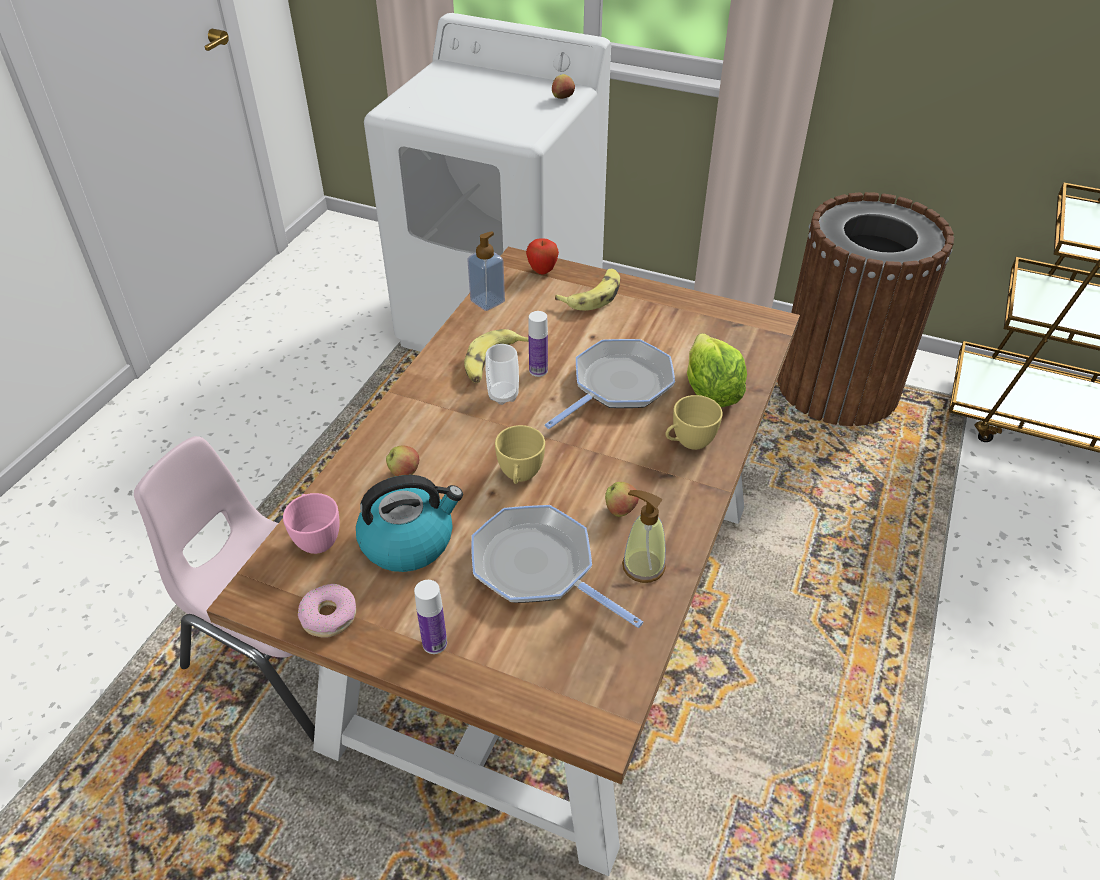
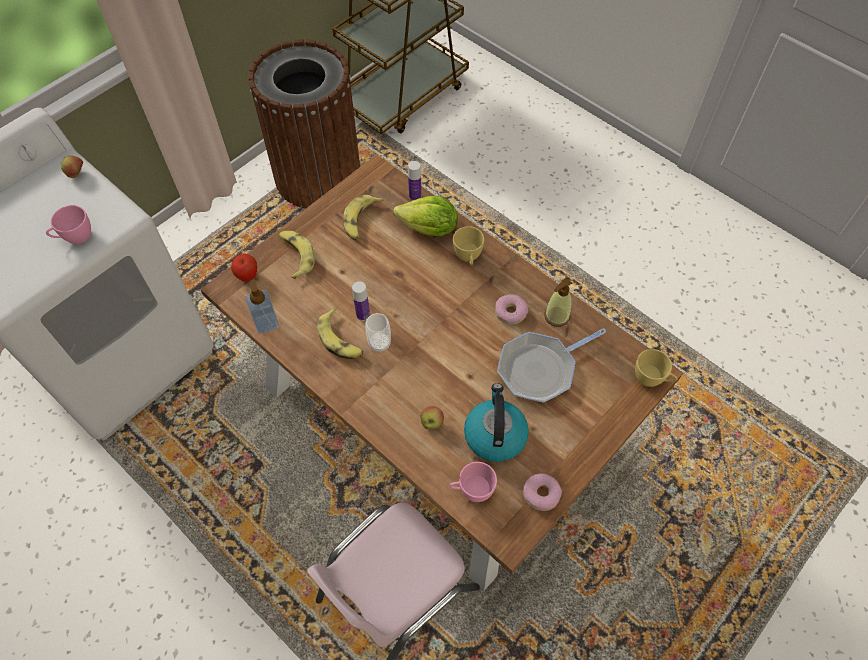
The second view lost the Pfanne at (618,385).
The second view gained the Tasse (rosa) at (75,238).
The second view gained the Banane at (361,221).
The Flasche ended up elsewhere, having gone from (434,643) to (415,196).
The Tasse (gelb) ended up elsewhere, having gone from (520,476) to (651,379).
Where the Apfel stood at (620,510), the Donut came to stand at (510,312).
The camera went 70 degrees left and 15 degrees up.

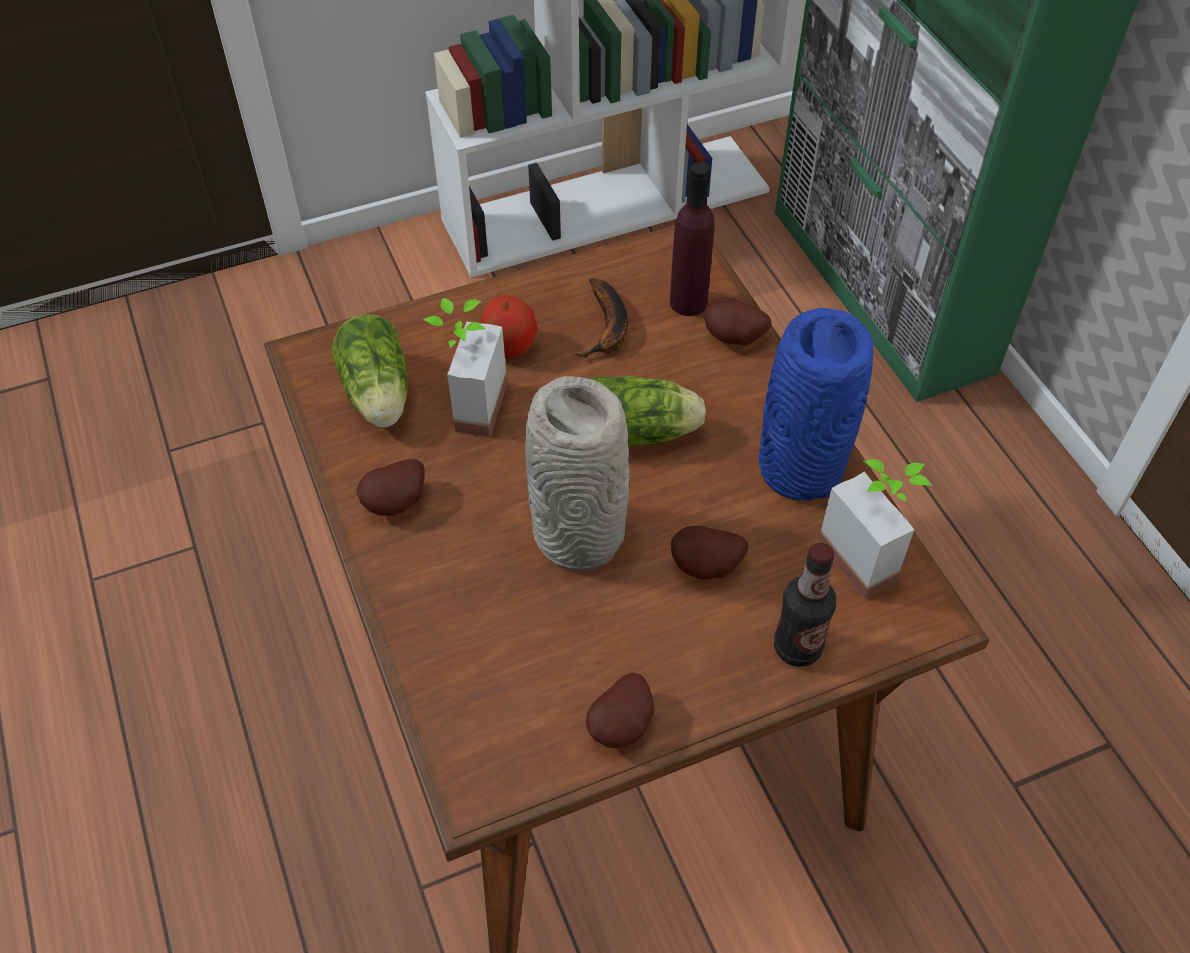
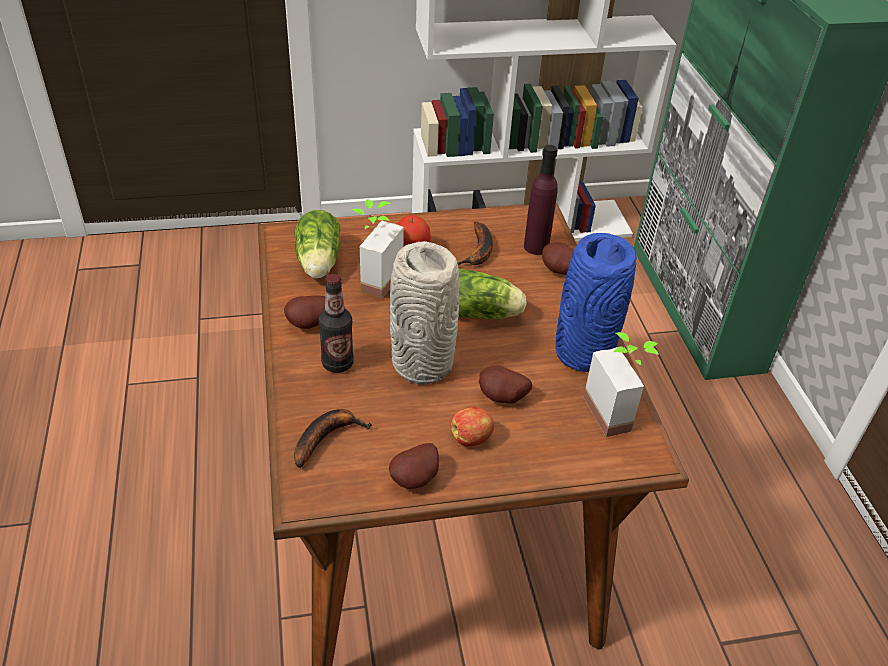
The second view gained the Banane at (326,437).
The second view gained the Apfel at (471,438).
The Flasche ended up elsewhere, having gone from (797,647) to (337,363).
The camera went 10 degrees right and 10 degrees down.

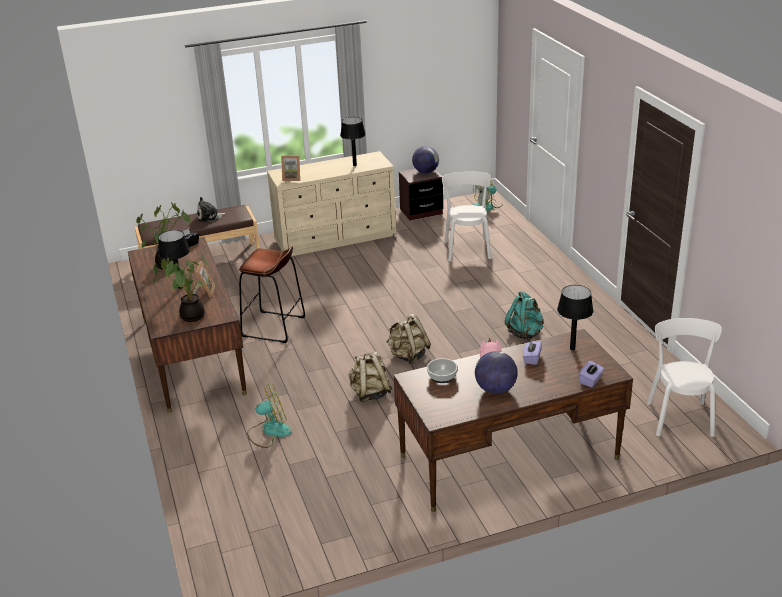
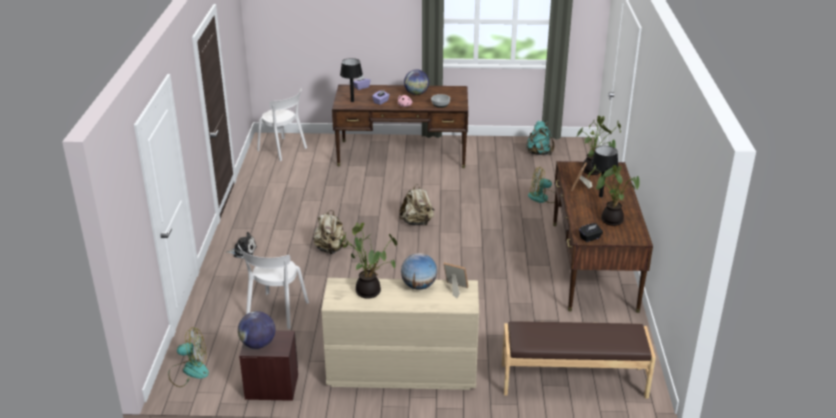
The second view lost the Hocker (braun) at (273,327).
The second view gained the Globus at (418,286).
The Plüschtier ended up elsewhere, having gone from (209,217) to (243,251).
The Rucksack (beige) ended up elsewhere, having gone from (370,393) to (330,249).
The Rucksack (türkis) ended up elsewhere, having gone from (525,333) to (539,153).
Where the Tischlampe (schwarz) stood at (355,165), the Topfpflanze came to stand at (369,291).
The Stuhl (weiß) at (679,416) ended up facing another way, 75 degrees counterclockwise from before.
The camera went 160 degrees left and 0 degrees up.

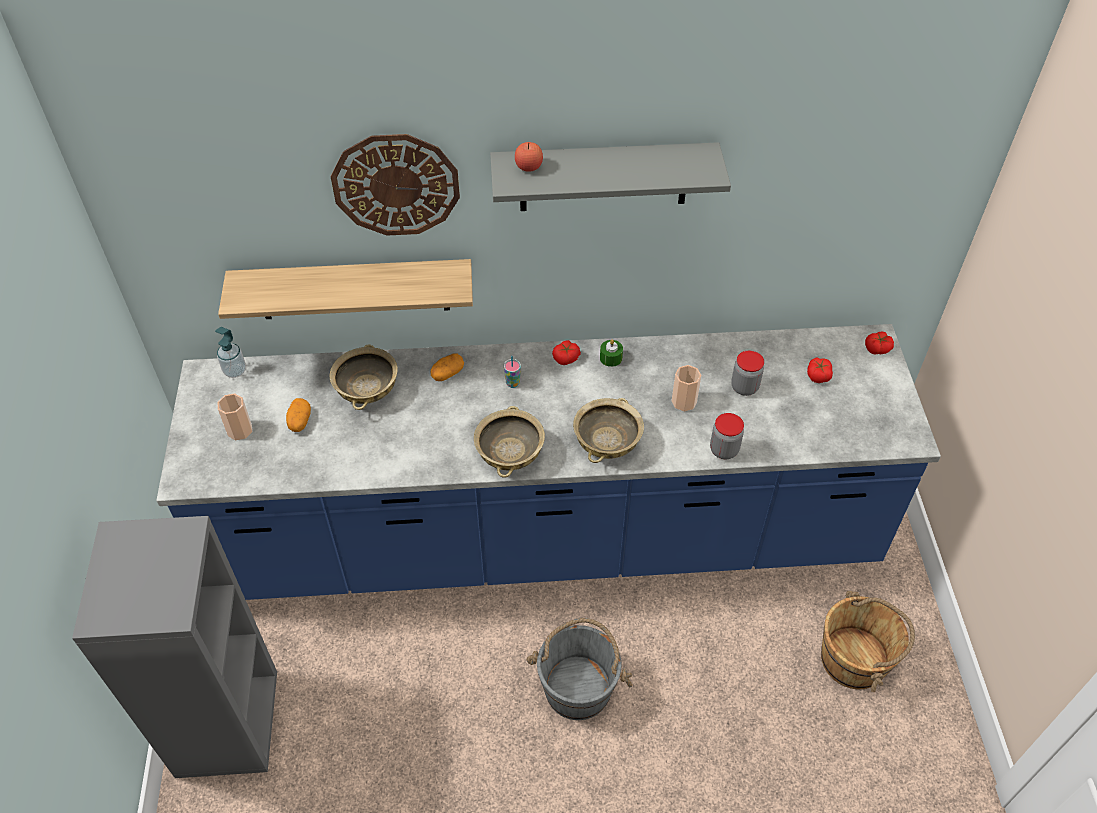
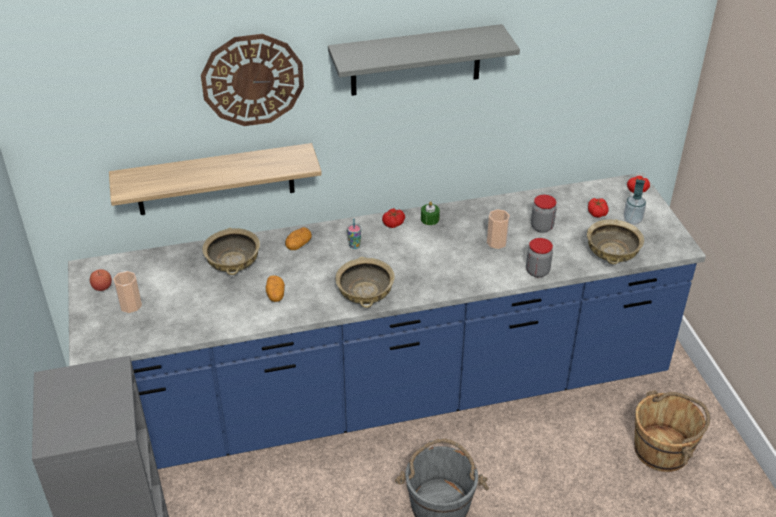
The Seifenspender ended up elsewhere, having gone from (235,371) to (632,220).
The Kartoffel ended up elsewhere, having gone from (299,421) to (275,295).
The Apfel ended up elsewhere, having gone from (528,167) to (102,287).
The Schüssel (beige) ended up elsewhere, having gone from (607,442) to (612,254).
The camera went 10 degrees left and 10 degrees down.

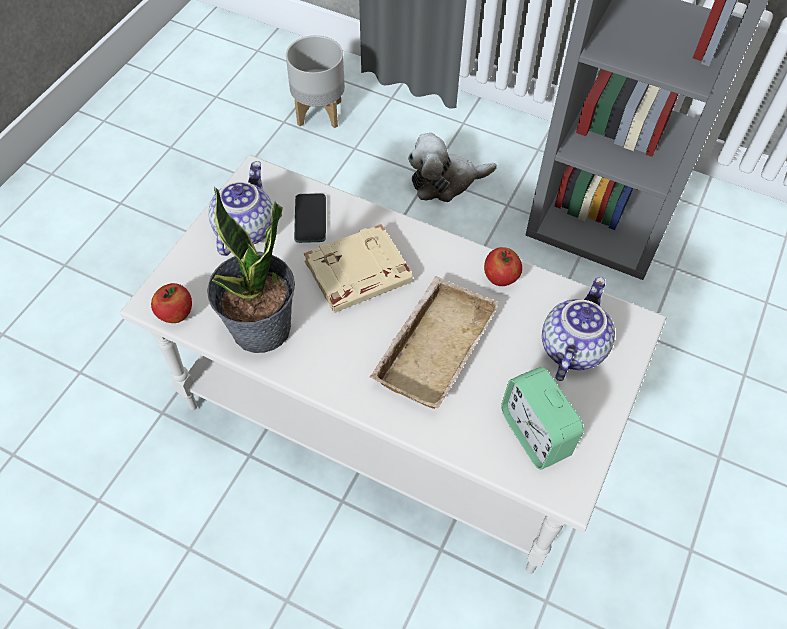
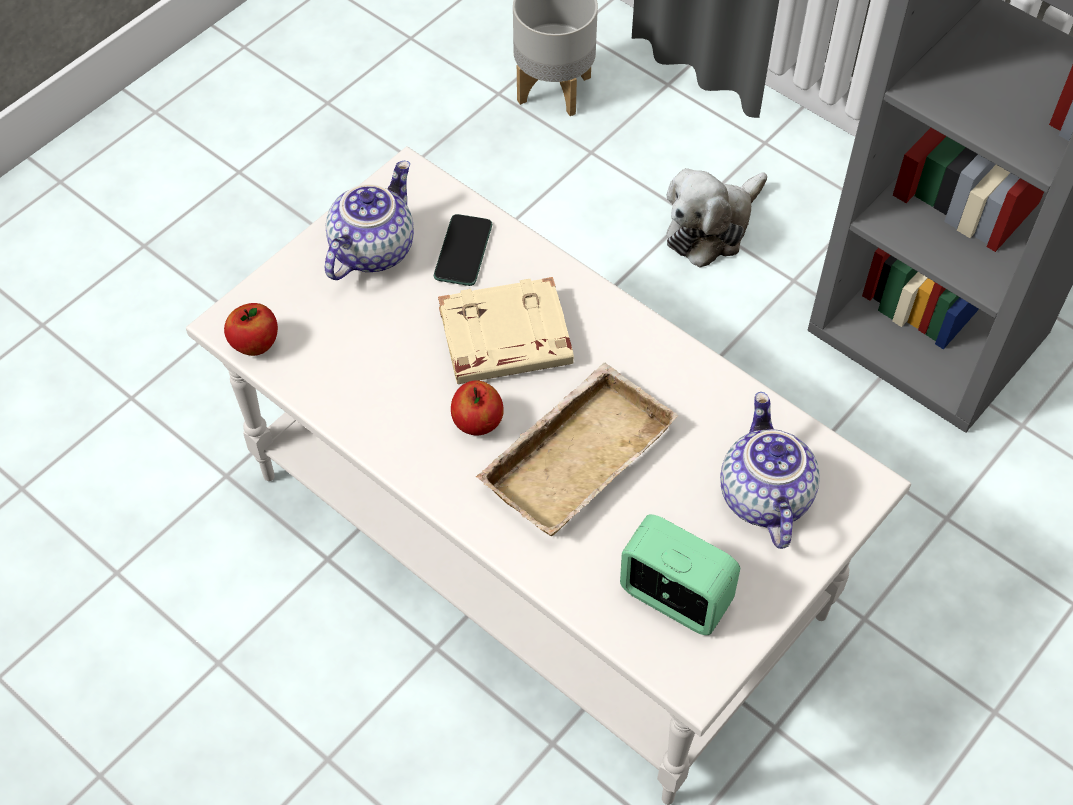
The second view lost the Topfpflanze at (261,329).
The Apfel ended up elsewhere, having gone from (500,278) to (477,423).
The Plüschtier at (445,181) ended up facing another way, 45 degrees counterclockwise from before.
The Wecker at (535,434) ended up facing another way, 135 degrees clockwise from before.
The Teekanne at (571,347) ended up facing another way, 45 degrees counterclockwise from before.
The camera went 15 degrees right and 0 degrees up.

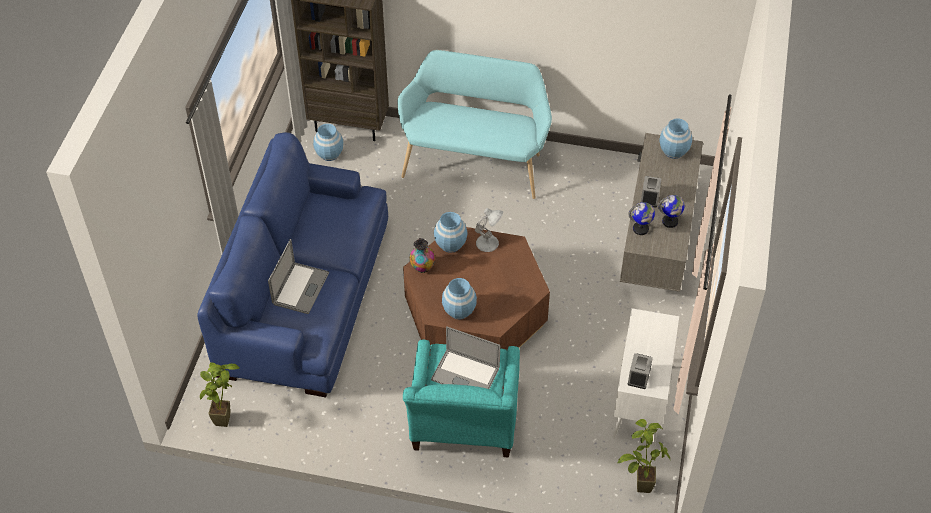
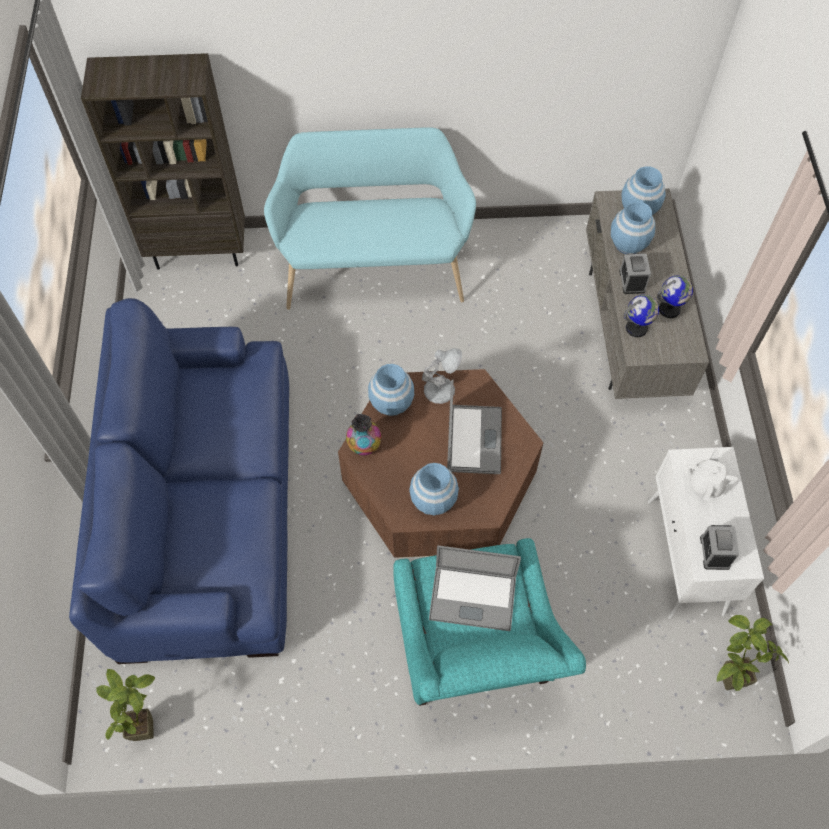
The second view gained the Teekanne (weiß) at (706,483).
The Laptop ended up elsewhere, having gone from (300,288) to (474,439).
The Vase (blau) ended up elsewhere, having gone from (329,154) to (628,243).
The camera went 15 degrees left and 10 degrees up.

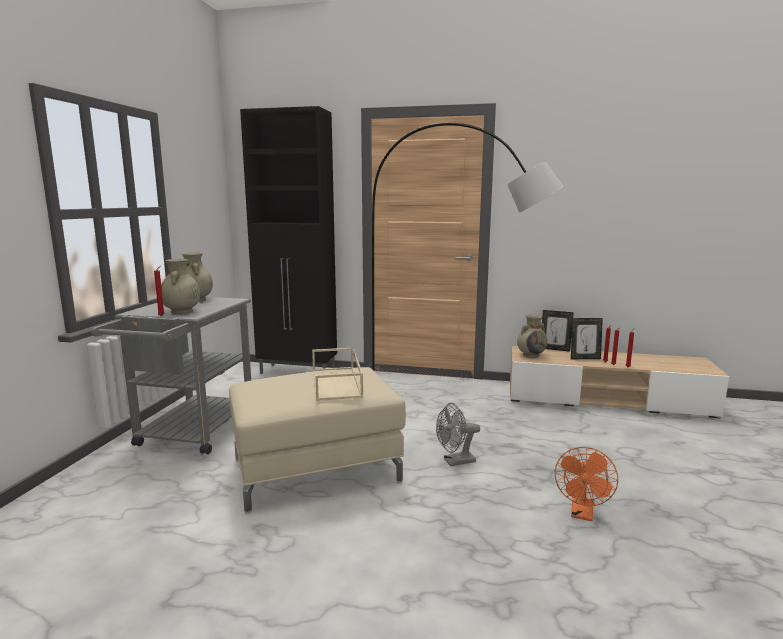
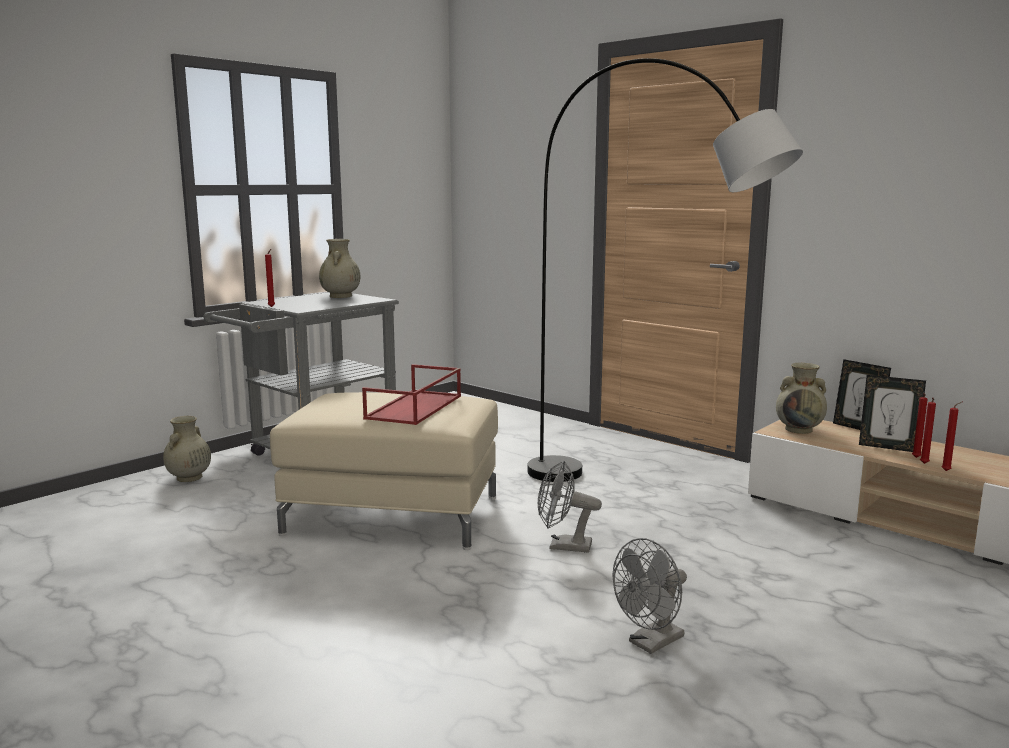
The second view lost the Schrank (schwarz) at (298,372).
The Vase (beige) ended up elsewhere, having gone from (181,312) to (189,478).
What was the Tablett (beige) at (337,383) turned into the Tablett (rot) at (415,407).
What was the Ventilator (orange) at (582,514) turned into the Ventilator (grau) at (651,643).
The camera went 30 degrees right and 0 degrees up.

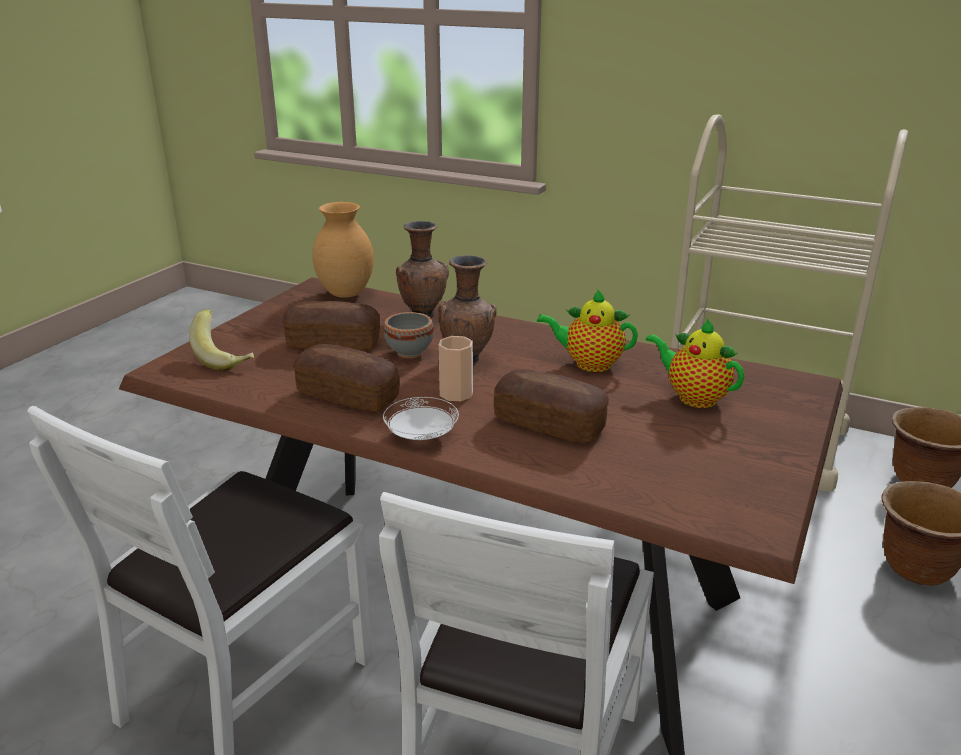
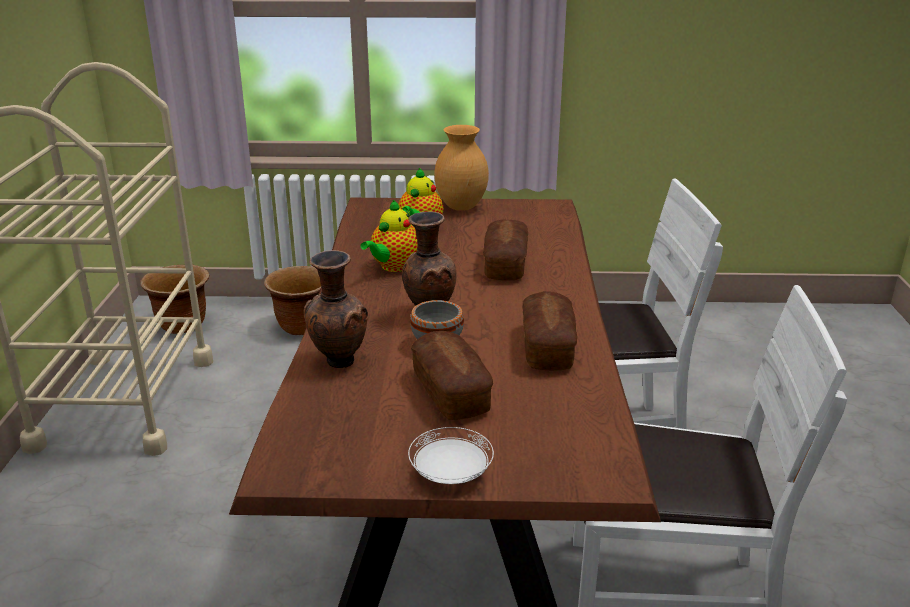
The second view lost the Banane at (226,358).
The second view lost the Tasse at (456,394).
The Vase (braun) ended up elsewhere, having gone from (345,294) to (462,207).
The Teller (weiß) ended up elsewhere, having gone from (421,436) to (450,475).
The Teekanne at (589,364) ended up facing another way, 45 degrees clockwise from before.
The camera went 115 degrees left and 0 degrees up.

